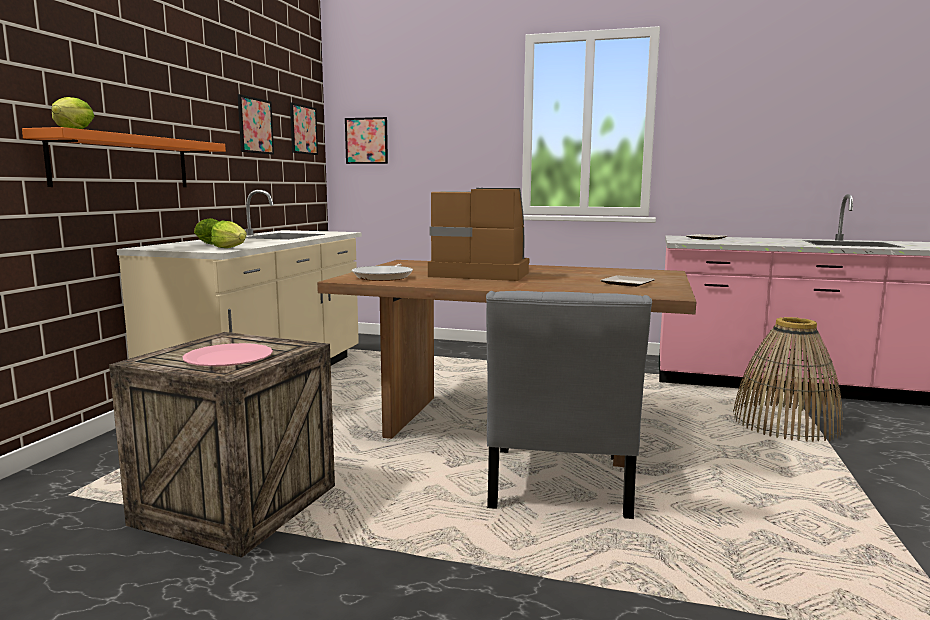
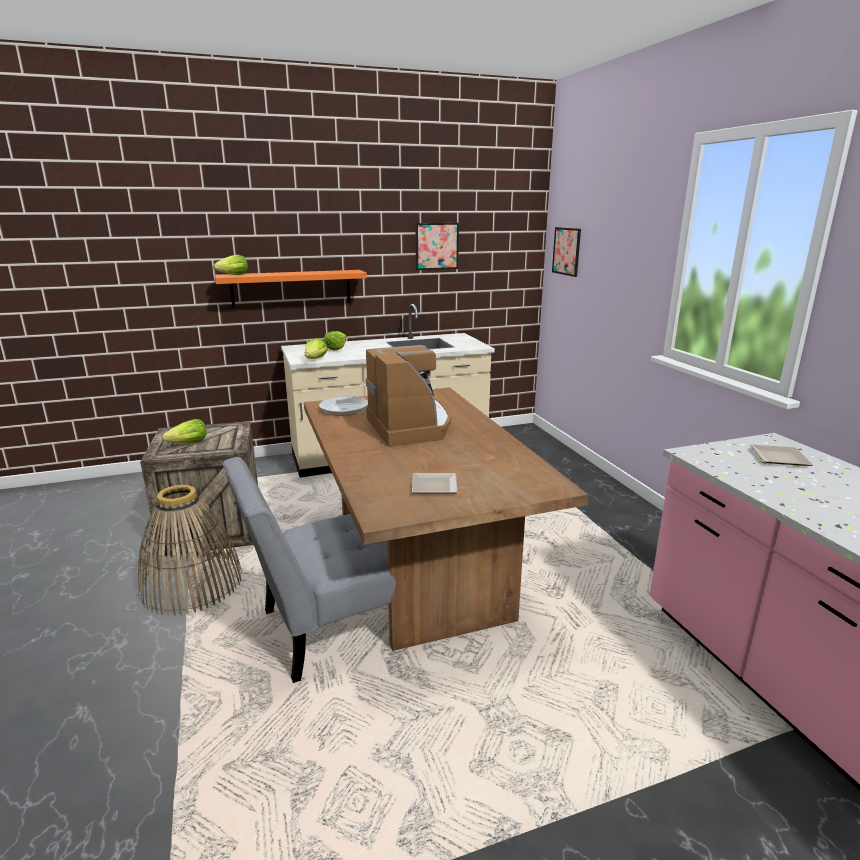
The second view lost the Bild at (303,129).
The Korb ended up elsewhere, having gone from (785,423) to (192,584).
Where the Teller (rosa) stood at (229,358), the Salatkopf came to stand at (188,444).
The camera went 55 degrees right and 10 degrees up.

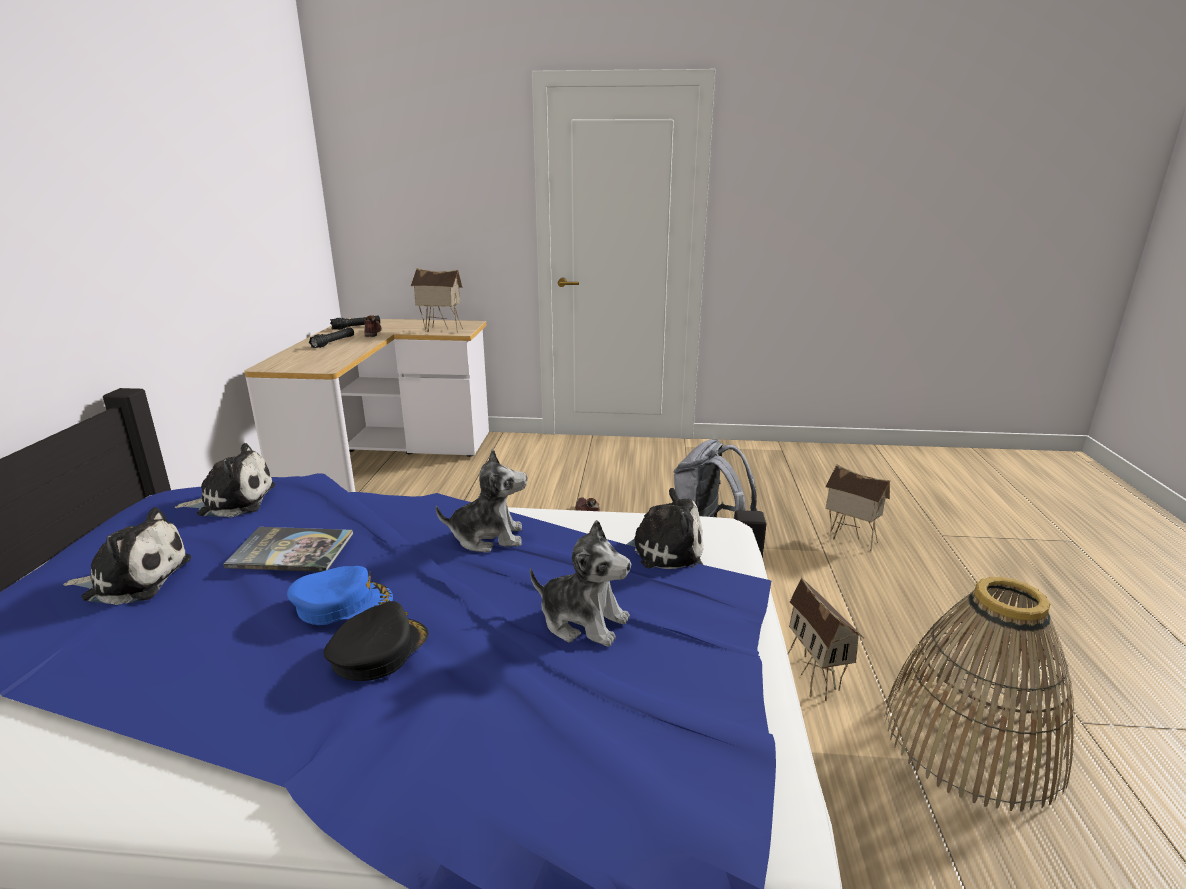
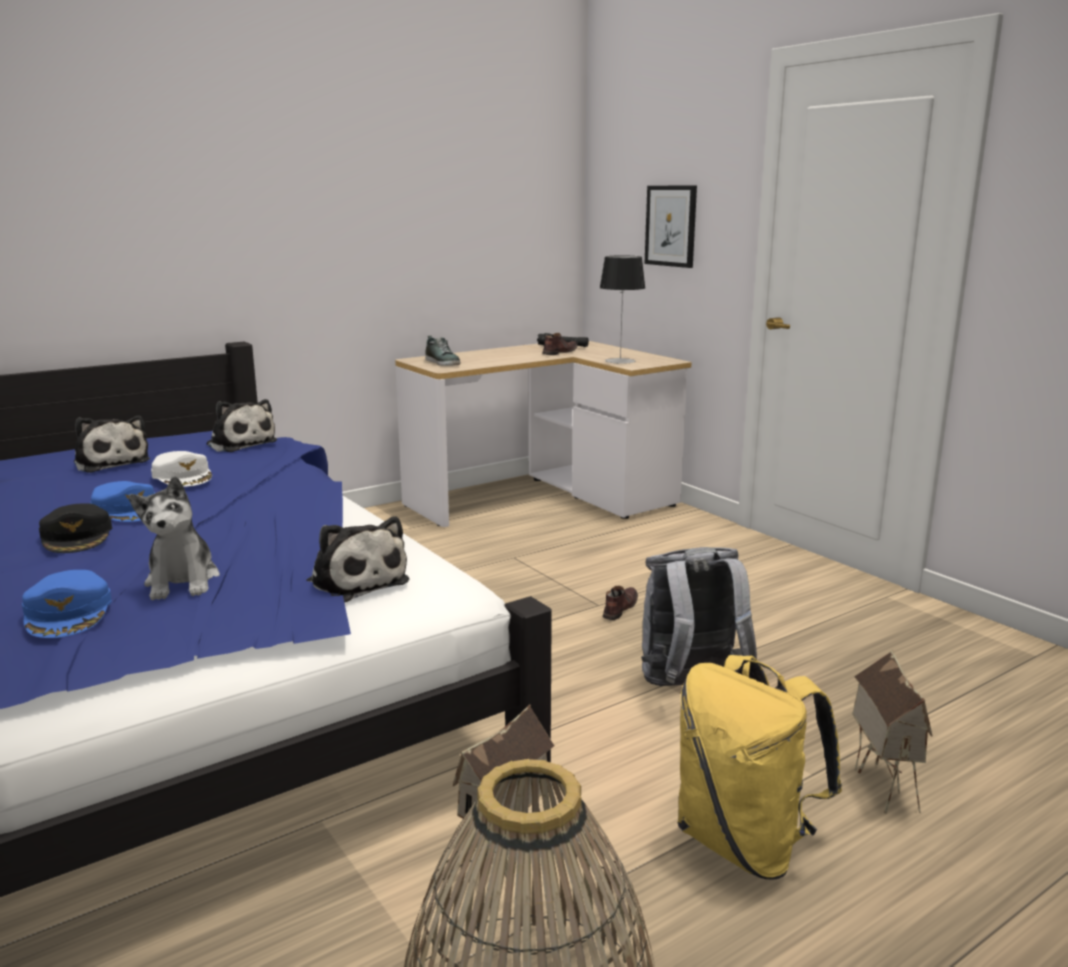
The second view lost the Taschenlampe (schwarz) at (333,342).
The second view lost the Plüschtier at (488,537).
The second view gained the Kappe (blau) at (69,613).
The second view gained the Schuh at (443,363).
The second view gained the Bild at (671,226).
The second view gained the Rucksack (gelb) at (745,844).
Where the Buch stood at (291,551), the Kappe (weiß) came to stand at (183,476).
Where the Spielzeughaus stood at (440,330), the Tischlampe came to stand at (620,361).
The Kappe (schwarz) at (378,650) ended up facing another way, 75 degrees clockwise from before.
The camera went 50 degrees right and 5 degrees down.

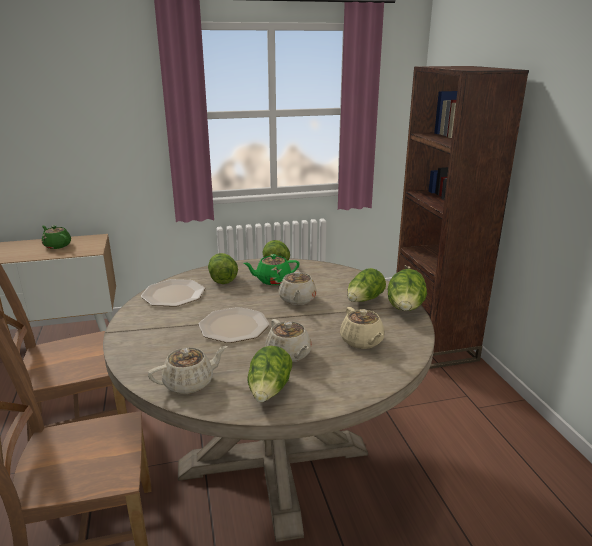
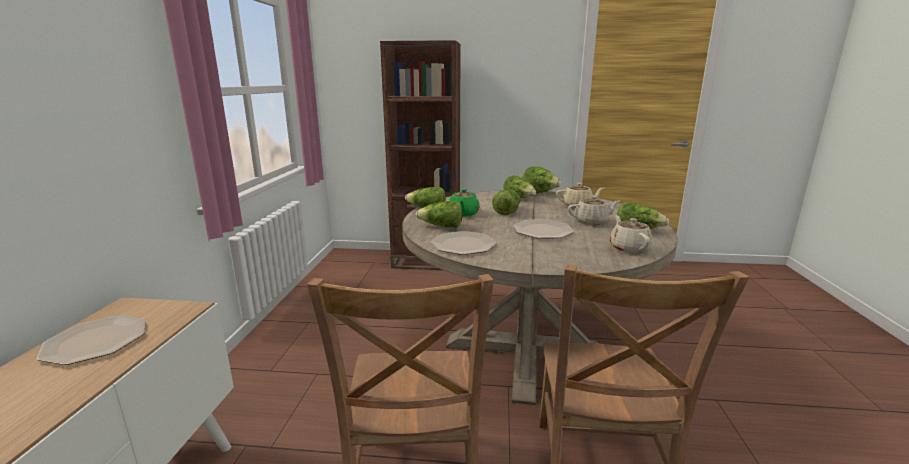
Where the Teekanne (grün) stood at (57,245), the Teller came to stand at (96,340).
Where the Teekanne (beige) stood at (297,300), the Salatkopf came to stand at (506,211).
The camera went 70 degrees left and 5 degrees down.

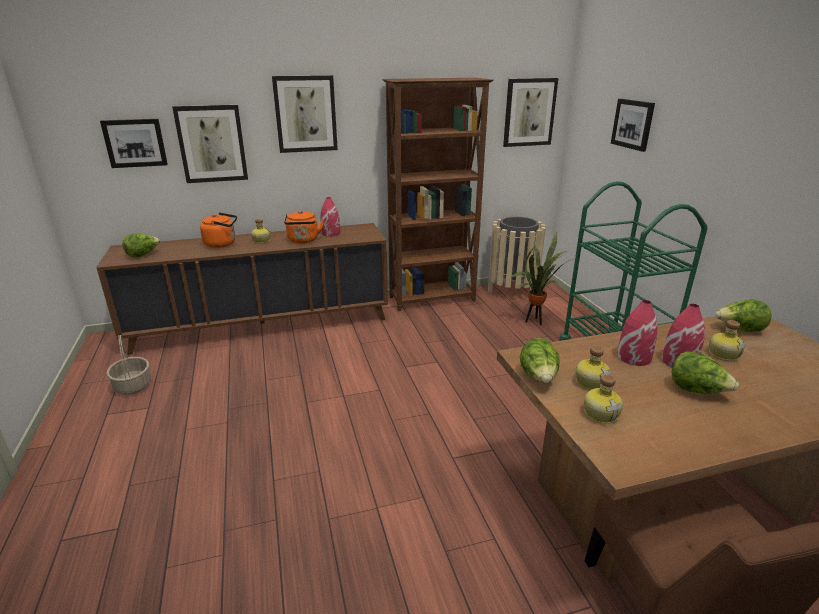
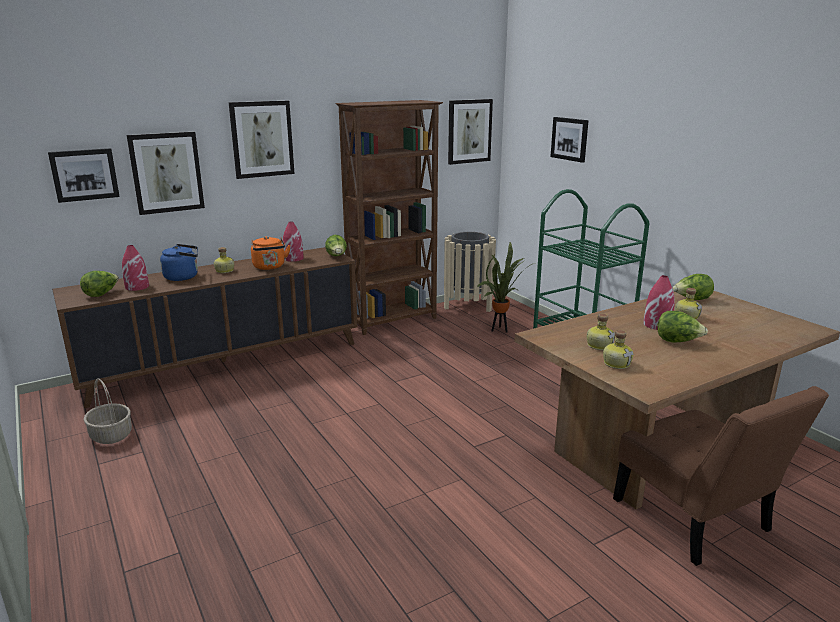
The Salatkopf ended up elsewhere, having gone from (538,378) to (337,256).
The Vase (rot) ended up elsewhere, having gone from (633,357) to (137,287).
What was the Wasserkessel (orange) at (222,244) turned into the Wasserkessel (blau) at (183,277).
The camera went 15 degrees left and 5 degrees down.

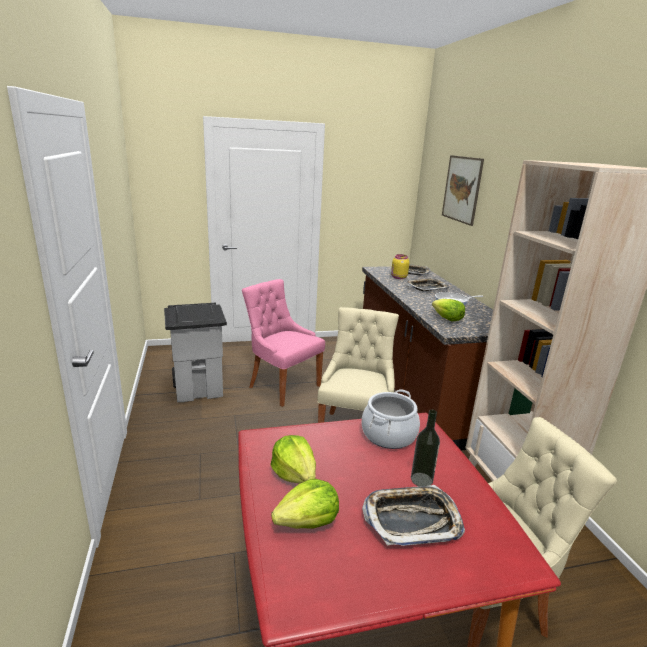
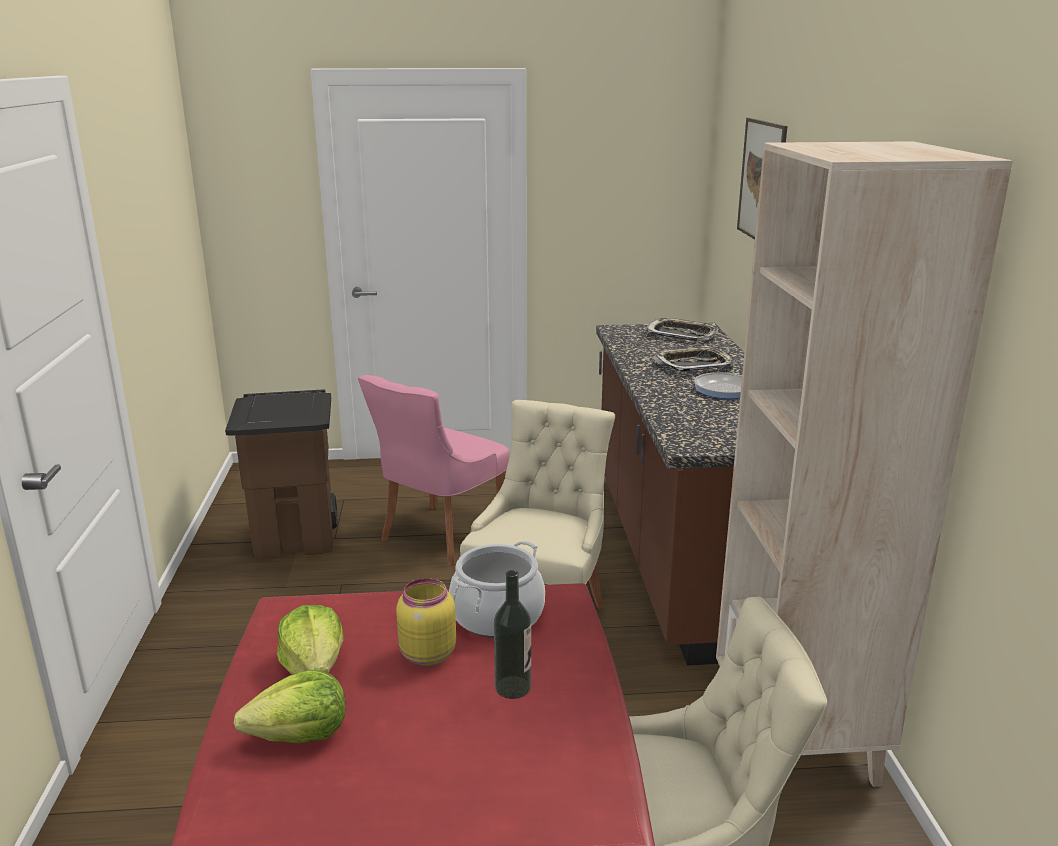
The second view lost the Tablett at (412,520).
The second view lost the Salatkopf at (447,318).
The Vorratsglas (gelb) ended up elsewhere, having gone from (398,277) to (426,655).
What was the Mülleimer (grau) at (199,389) turned into the Mülleimer (braun) at (297,538).
The Stuhl (rosa) at (282,385) ended up facing another way, 105 degrees counterclockwise from before.
The camera went 10 degrees right and 0 degrees up.

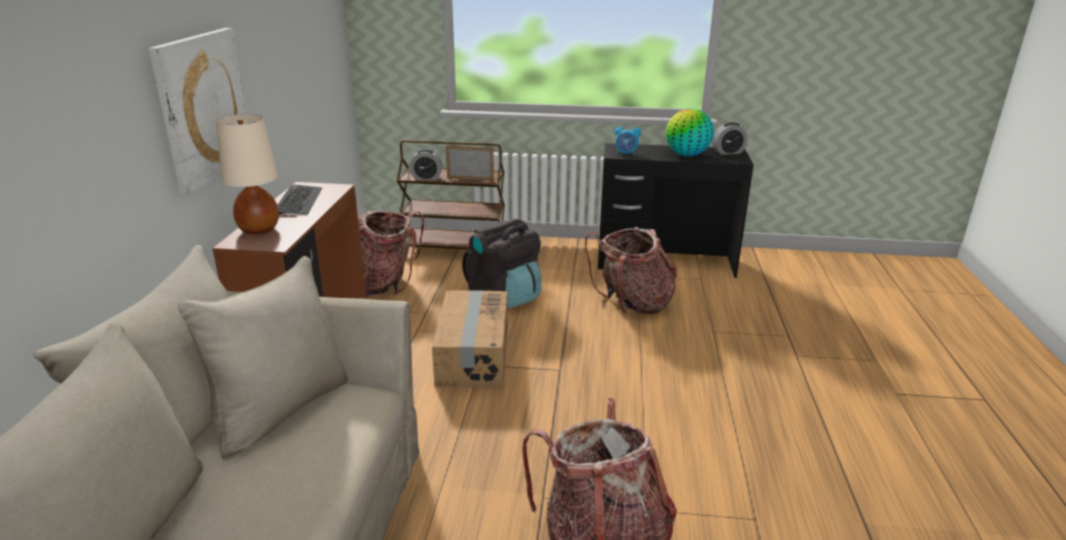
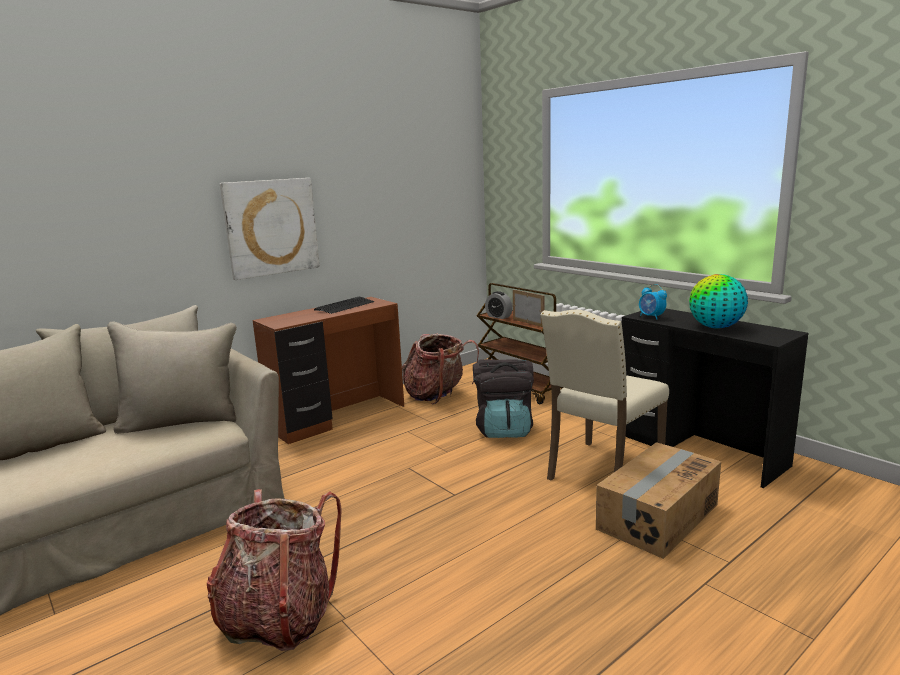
The second view lost the Tischlampe (beige) at (258,229).
The second view lost the Wecker at (728,152).
The Karton ended up elsewhere, having gone from (472,356) to (656,516).
Where the Rucksack stood at (632,304), the Stuhl (beige) came to stand at (601,472).
The camera went 45 degrees right and 10 degrees down.

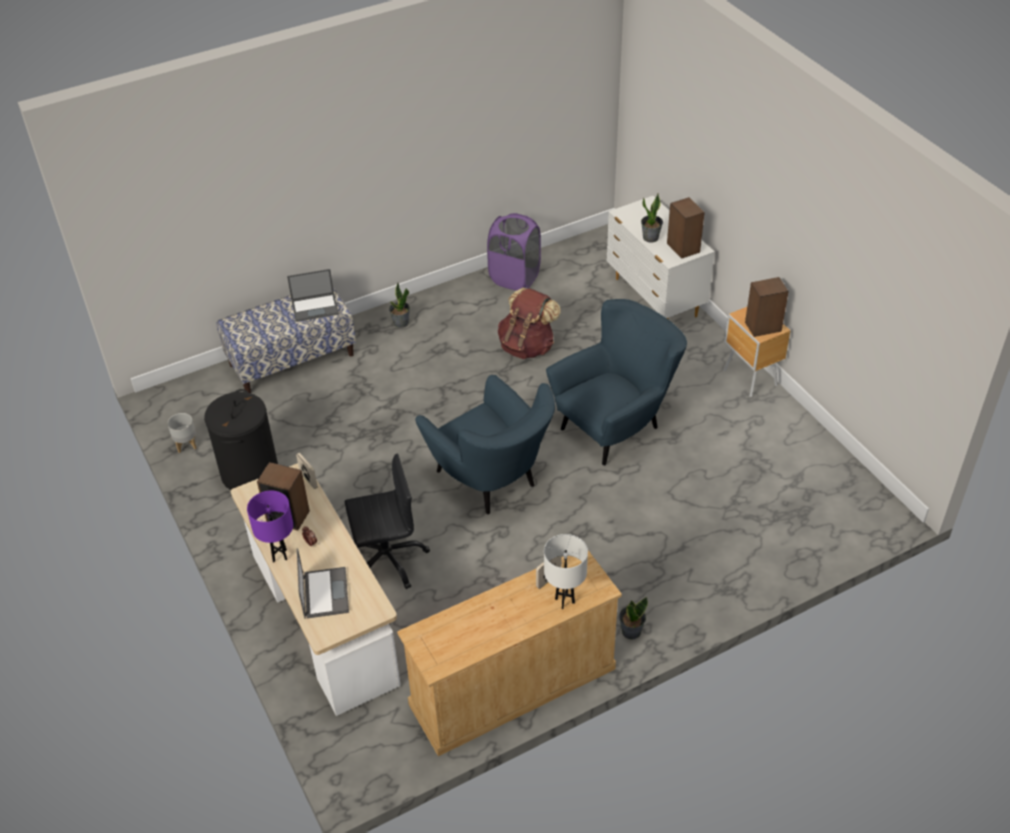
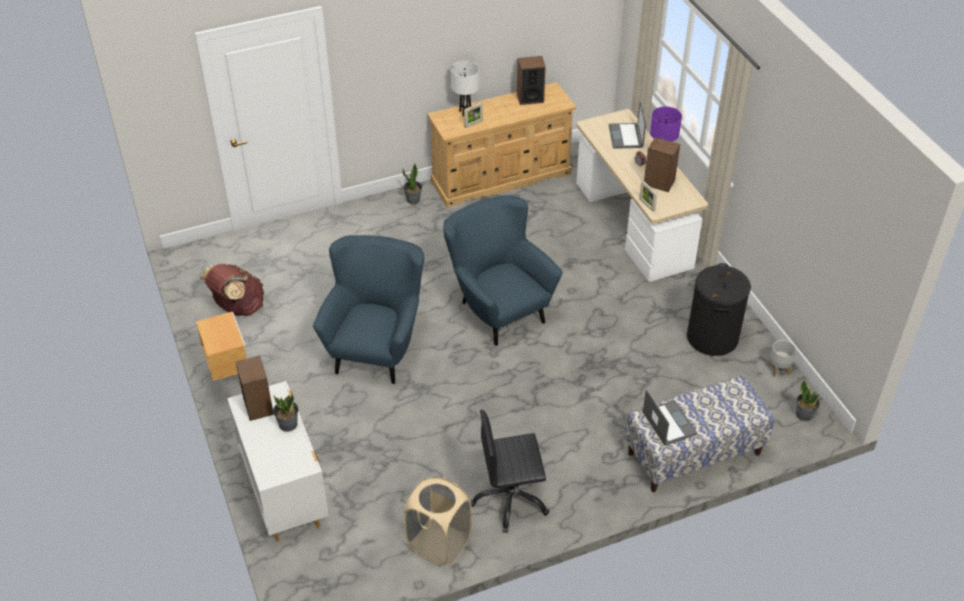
The Bürostuhl (schwarz) ended up elsewhere, having gone from (387,560) to (510,499).
The Topfpflanze ended up elsewhere, having gone from (401,323) to (804,414).
The Rucksack (braun) ended up elsewhere, having gone from (527,346) to (238,307).
The Lautsprecher ended up elsewhere, having gone from (763,327) to (530,98).
What was the Wäschekorb (lila) at (514,277) turned into the Wäschekorb (beige) at (439,544).
The Laptop at (315,307) ended up facing another way, 75 degrees clockwise from before.
The Sessel (blau) at (616,426) ended up facing another way, 135 degrees clockwise from before.
The camera went 175 degrees left and 0 degrees up.

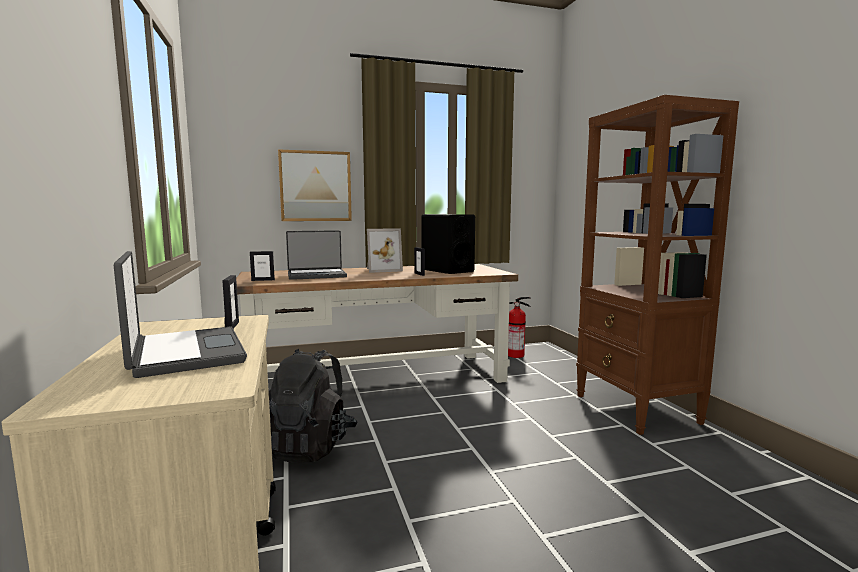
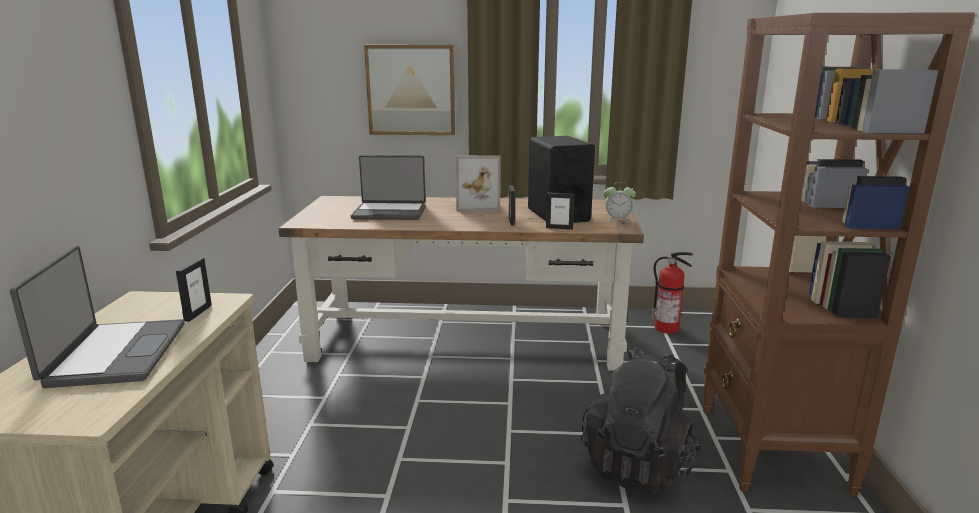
The second view gained the Wecker at (617,220).
The Bilderrahmen ended up elsewhere, having gone from (263,280) to (559,228).
The Rucksack (schwarz) ended up elsewhere, having gone from (309,446) to (639,465).
The camera went 20 degrees right and 10 degrees up.

